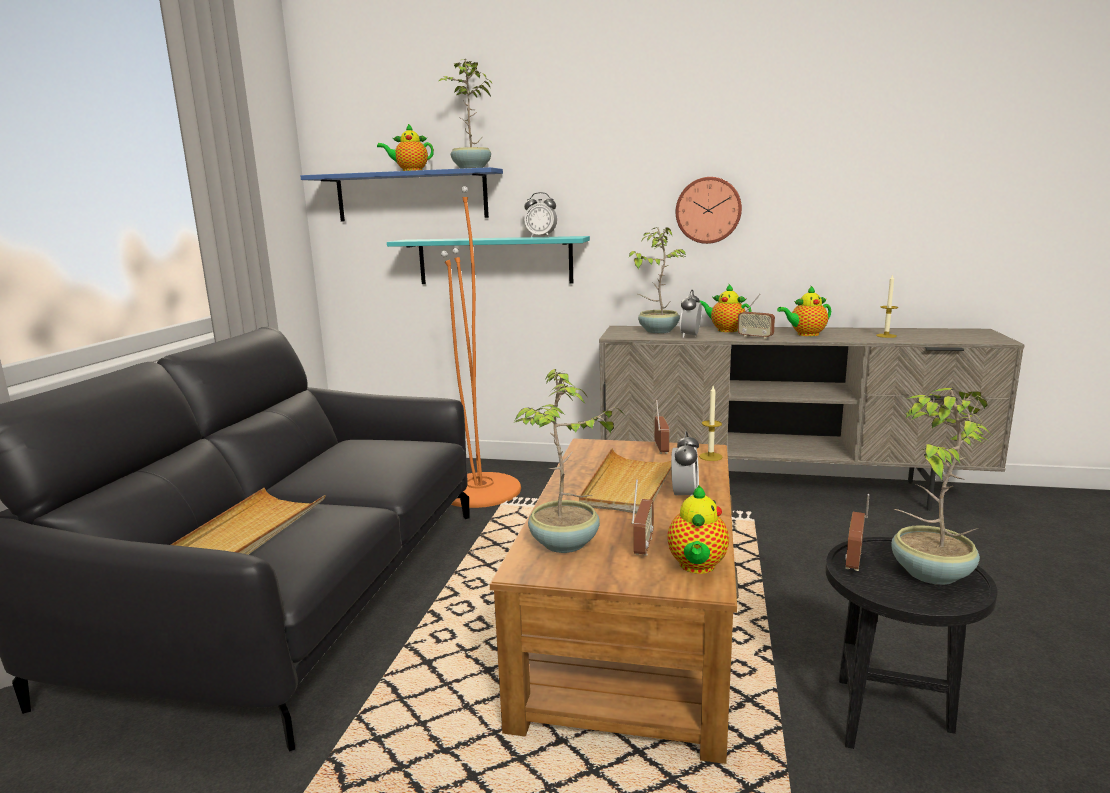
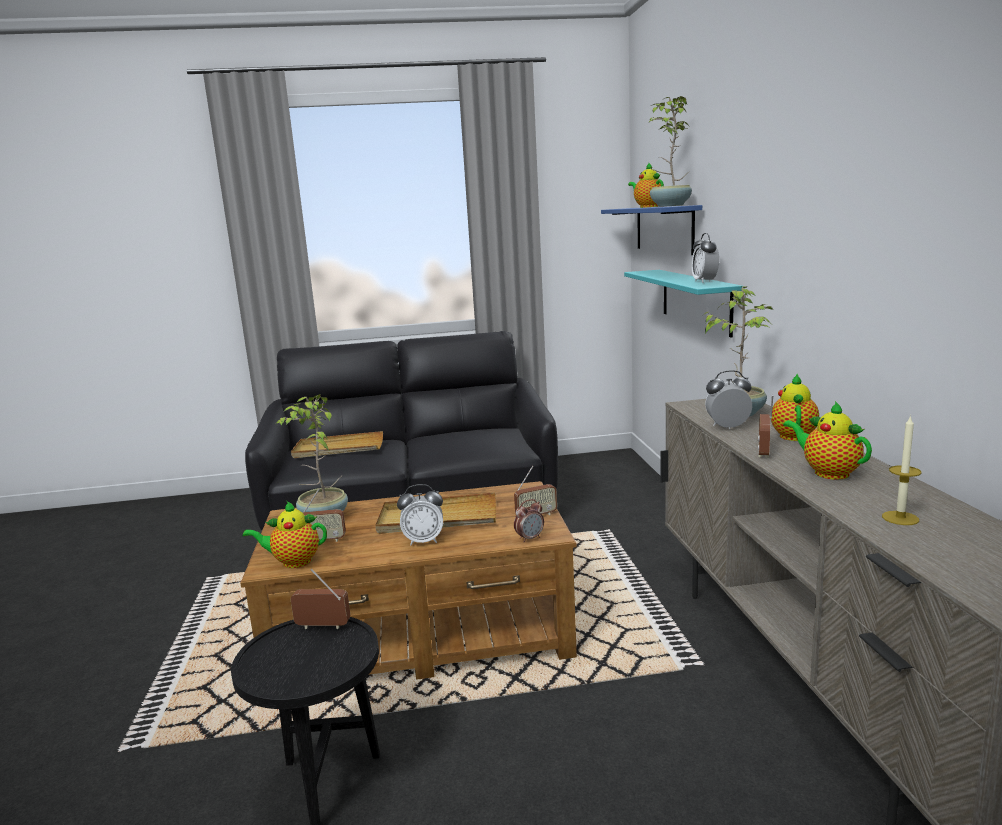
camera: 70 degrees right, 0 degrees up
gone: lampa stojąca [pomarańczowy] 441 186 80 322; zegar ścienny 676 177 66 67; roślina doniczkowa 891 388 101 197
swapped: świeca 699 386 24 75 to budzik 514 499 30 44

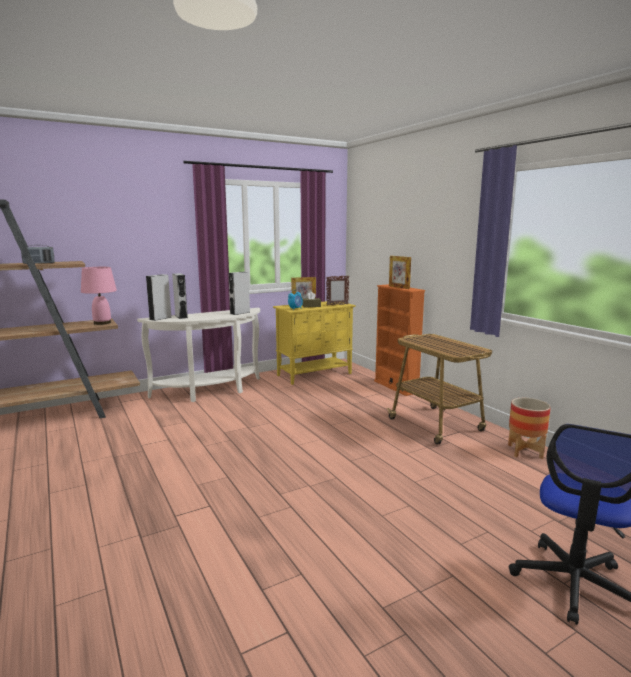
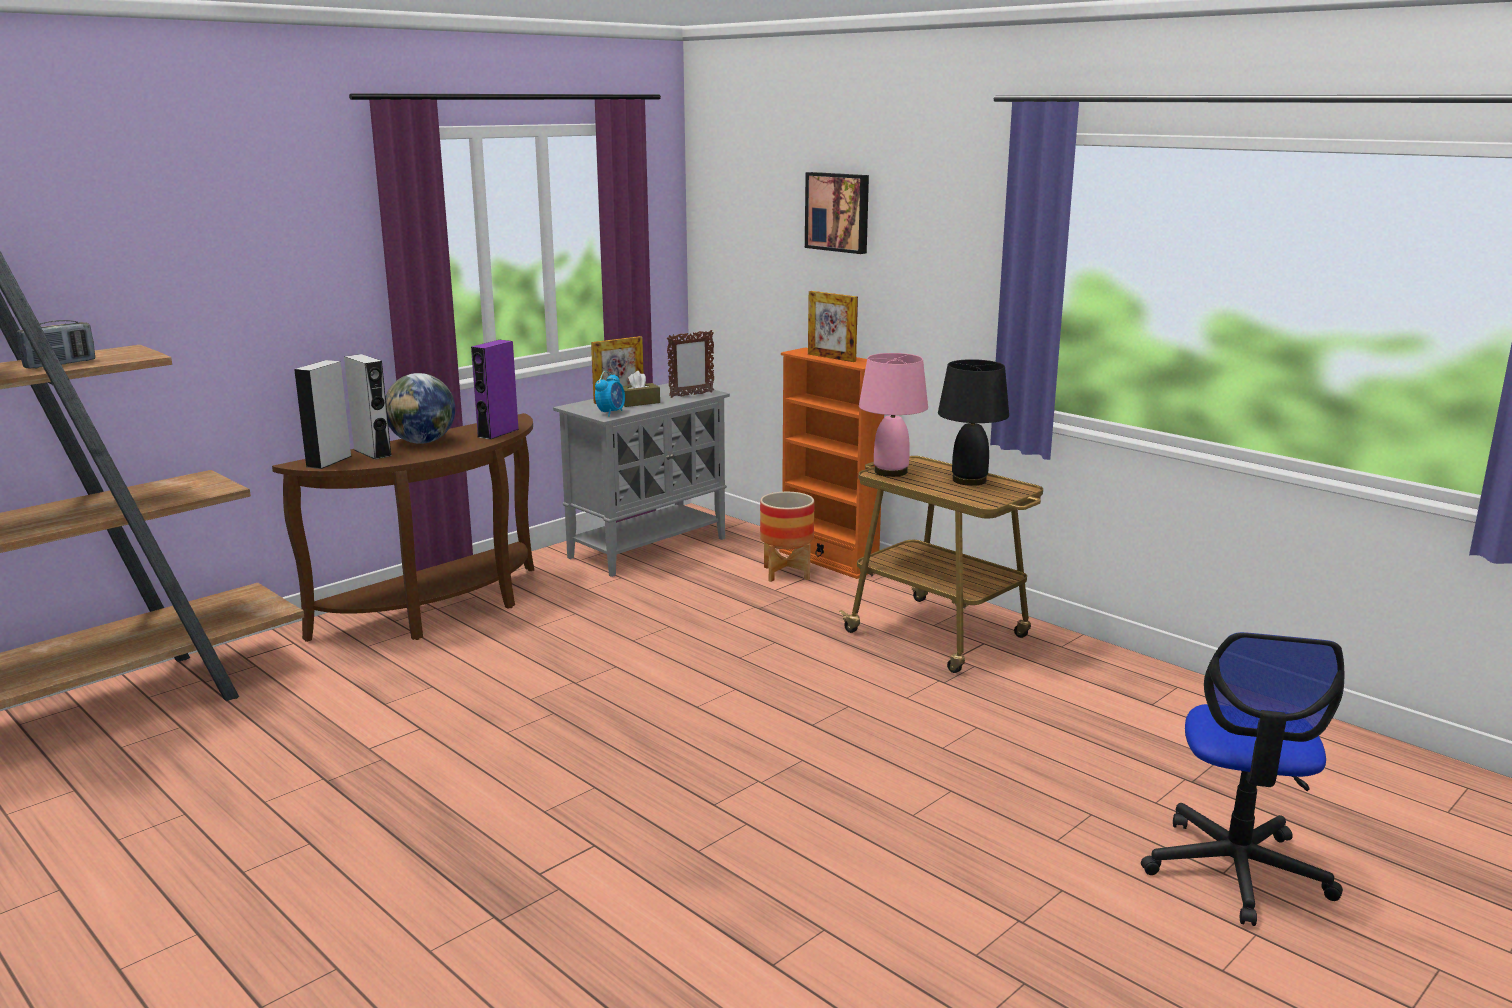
camera: 15 degrees left, 5 degrees up
new: globus 385 373 70 71; obraz 805 172 64 82; lampa stołowa [czarny] 938 359 71 127
shifted: lampa stołowa [różowy] 81 267 36 58 to 859 353 69 124; donica 508 398 43 61 to 760 492 54 90
repainted: stolik konsolowy [biały] 137 308 123 94 to stolik konsolowy [brązowy] 272 413 262 229; głośnik [szary] 228 272 23 43 to głośnik [fioletowy] 471 340 48 100; szafka [żółty] 273 301 83 84 to szafka [szary] 553 383 177 194

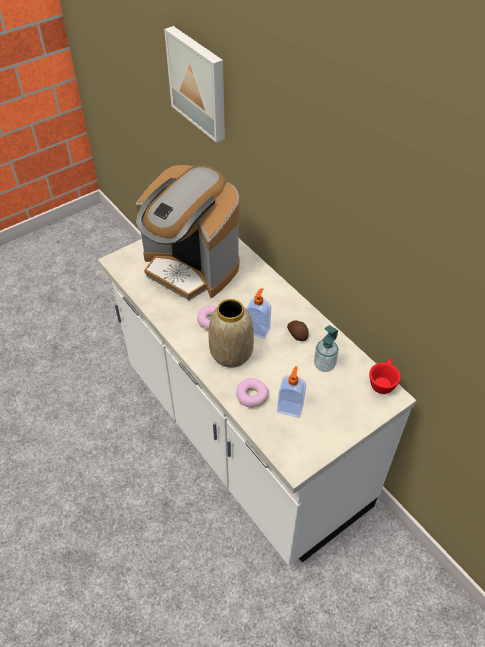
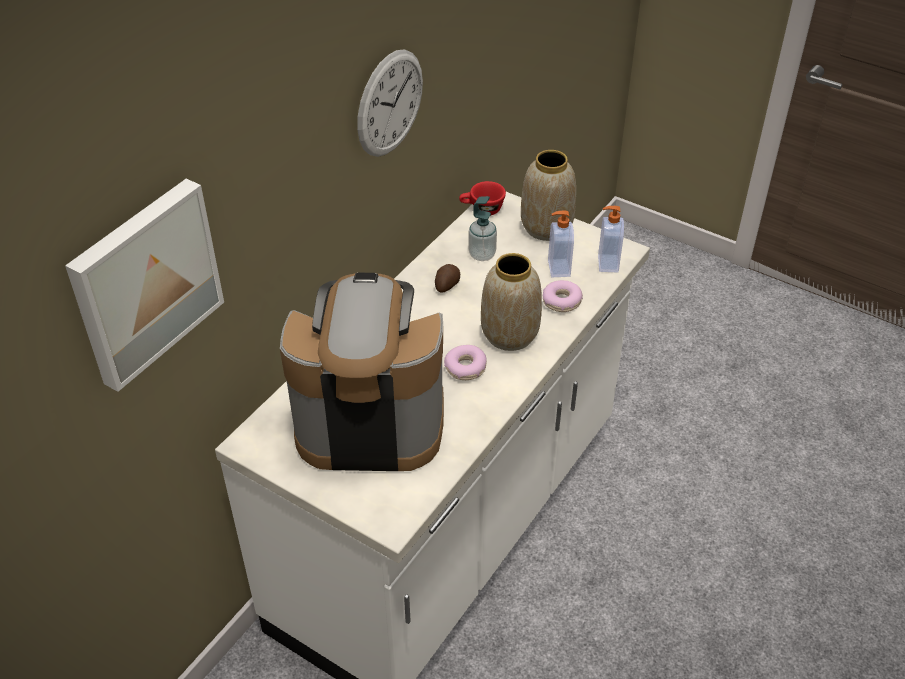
camera: 110 degrees left, 5 degrees down
new: zegar ścienny 357 49 66 108; wazon 521 150 55 91
shifted: dozownik mydła 246 288 25 51 to 598 206 26 67
rotated: ekspres do kawy 136 165 103 135 = 280 273 164 198 105 degrees counterclockwise

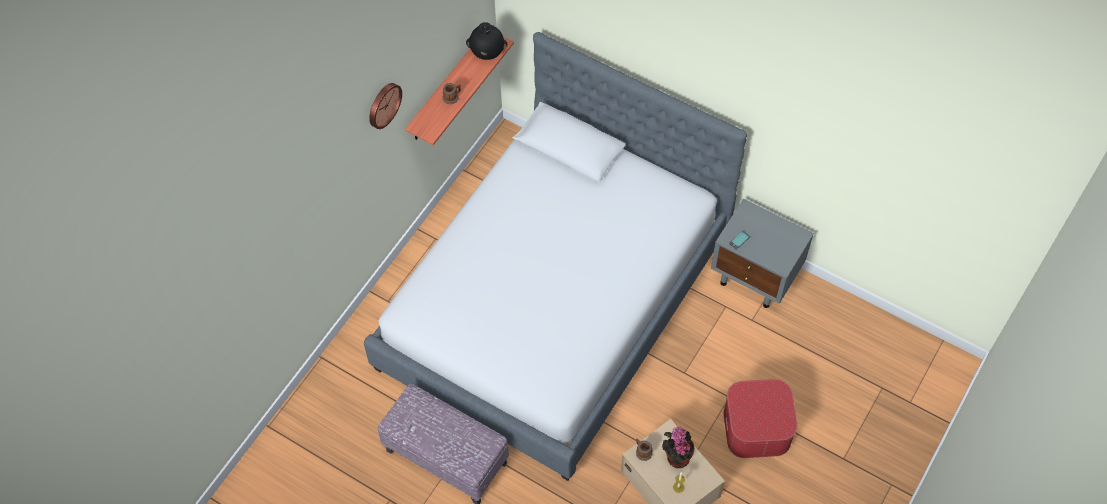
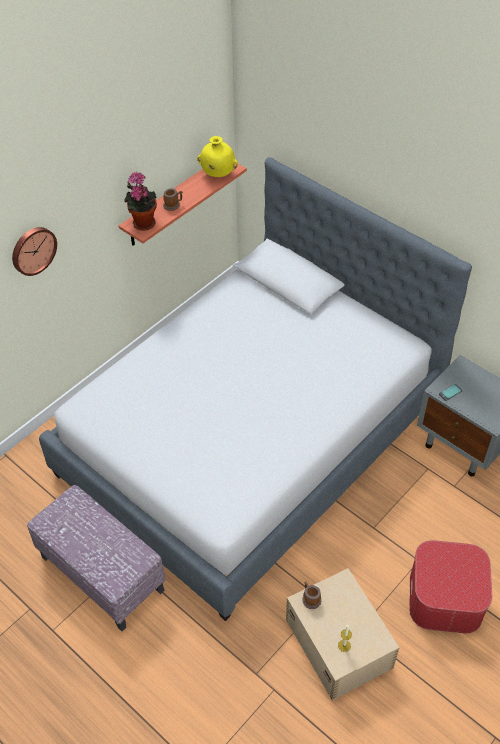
camera: 10 degrees right, 10 degrees down
shifted: zegar ścienny 369 83 33 46 to 12 227 45 49; roślina doniczkowa 662 427 33 41 to 124 172 33 59
repainted: wazon [czarny] 466 22 41 38 to wazon [żółty] 197 136 41 41

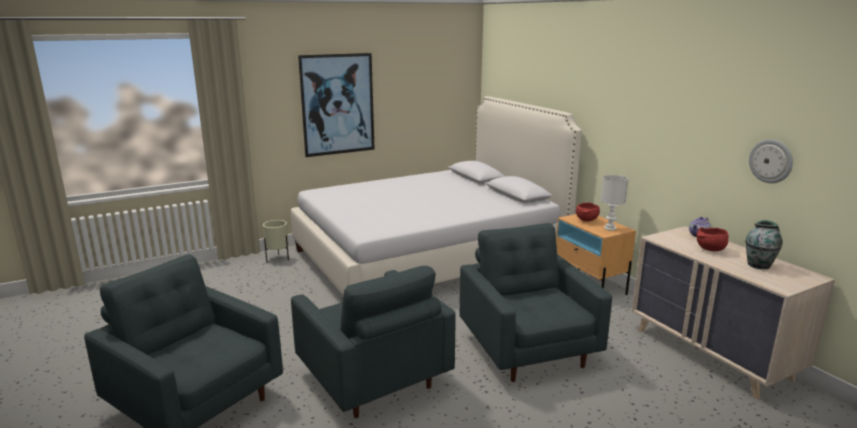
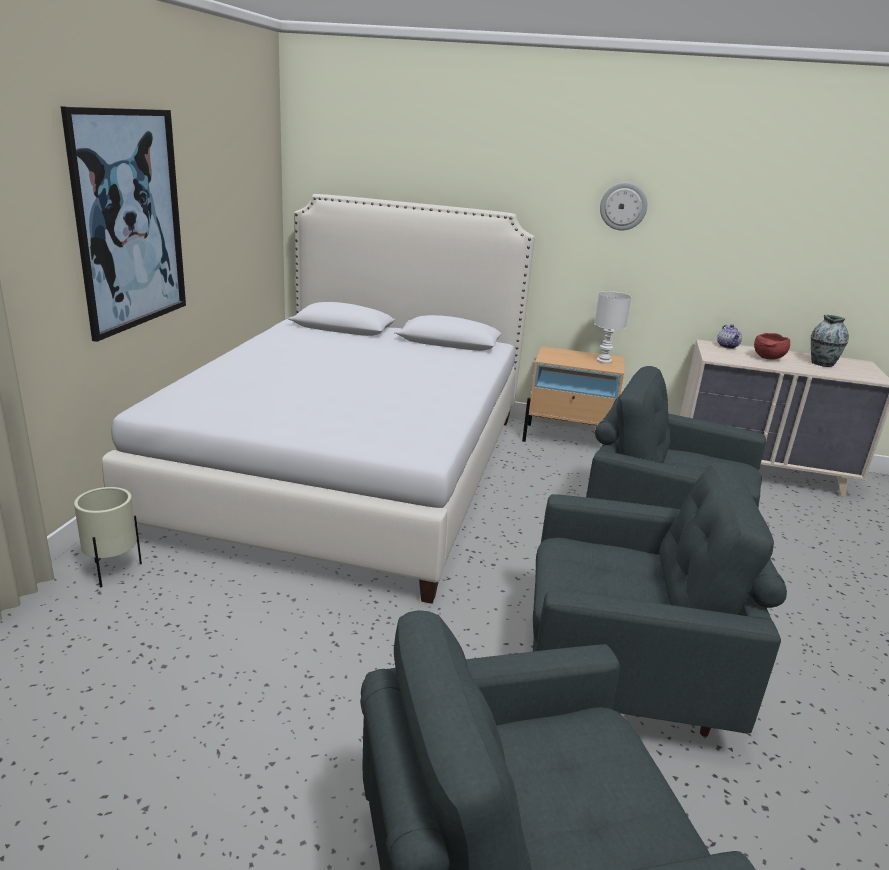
camera: 50 degrees left, 5 degrees up
gone: miska [czerwony] 576 202 24 20
shifted: zegar ścienny 749 139 44 44 to 600 182 47 48

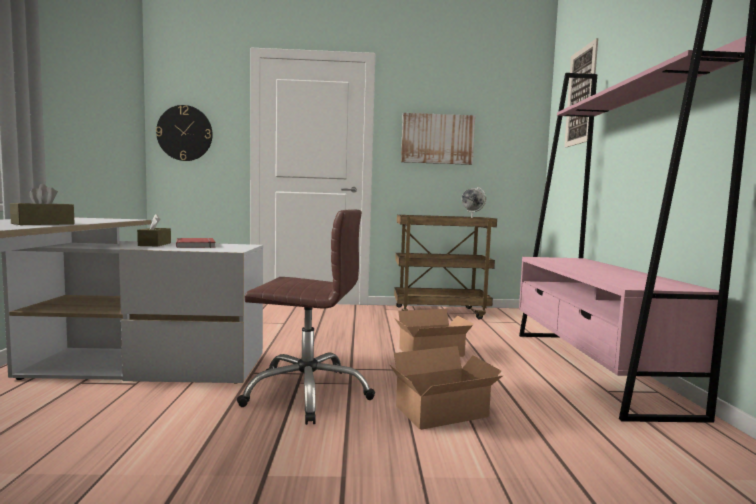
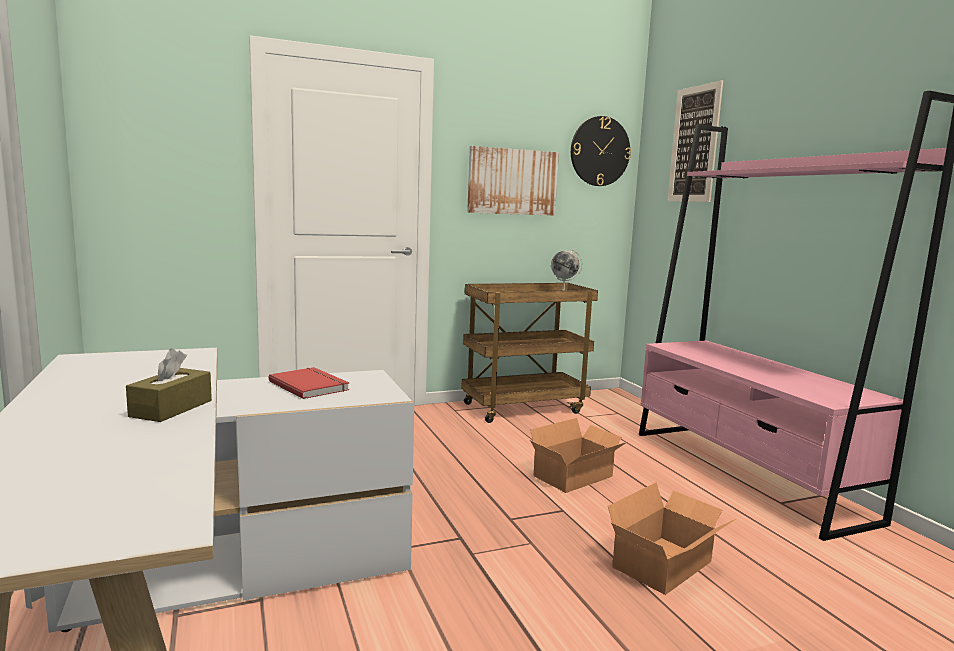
camera: 20 degrees left, 5 degrees up
gone: pudełko chusteczek [brązowy] 137 214 34 32; krzesło biurowe [brązowy] 237 209 138 216
shifted: zegar ścienny 156 105 57 56 to 571 116 60 70

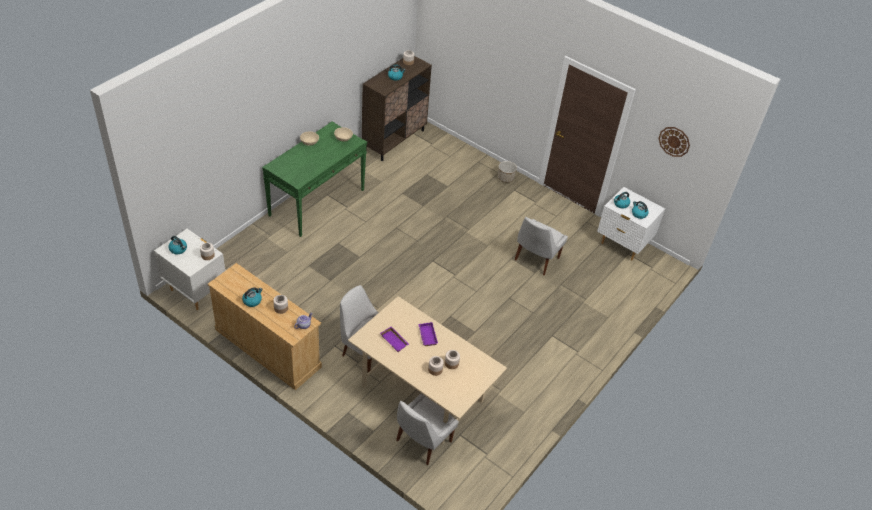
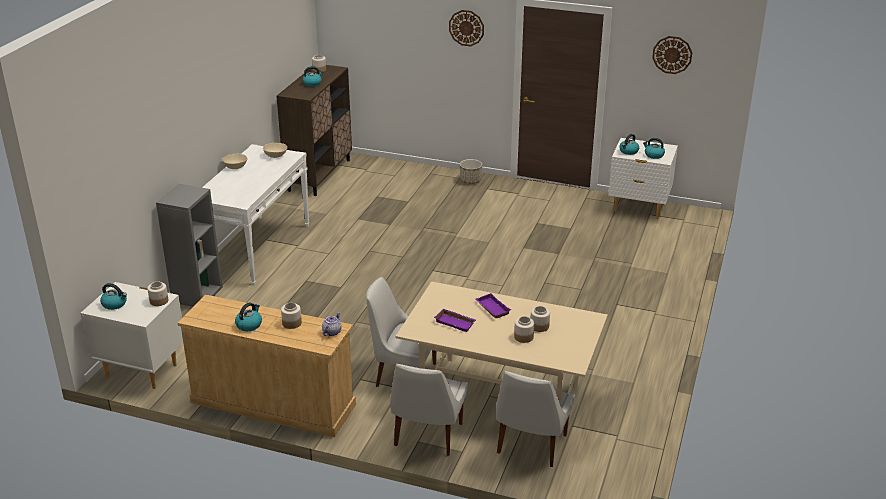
camera: 15 degrees left, 15 degrees down
new: regał [szary] 156 184 67 123; zegar ścienny 449 10 35 36
shifted: krzesło [biały] 515 217 53 58 to 390 364 78 92
repainted: stolik konsolowy [zielony] 262 121 105 116 to stolik konsolowy [biały] 202 144 107 142

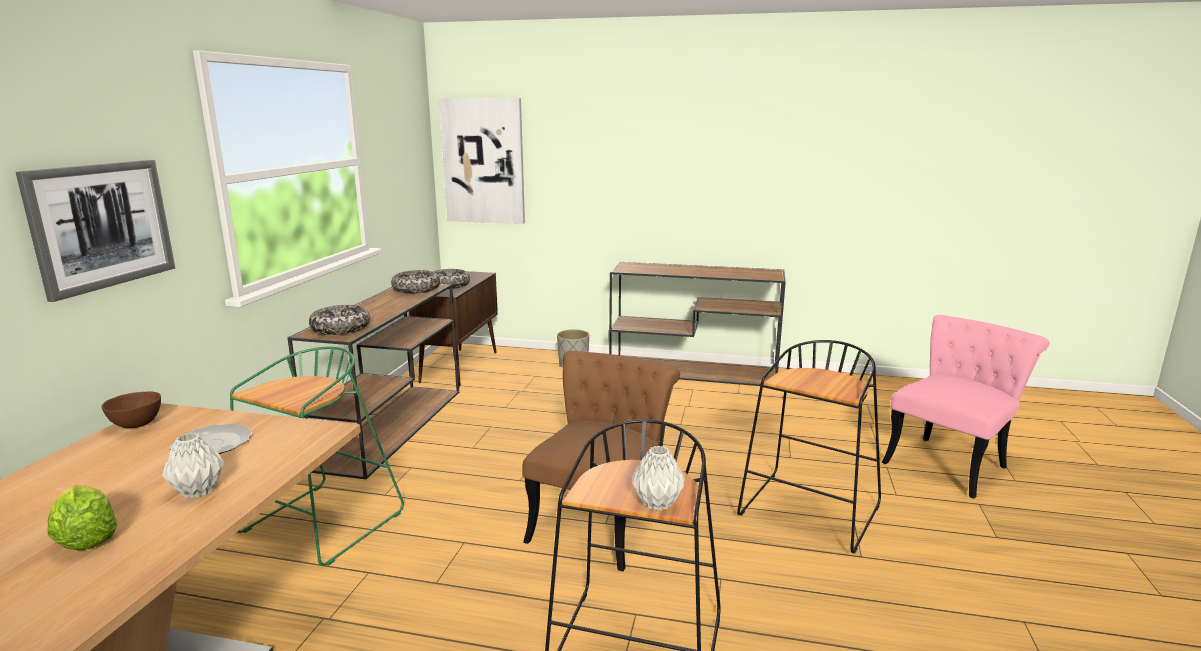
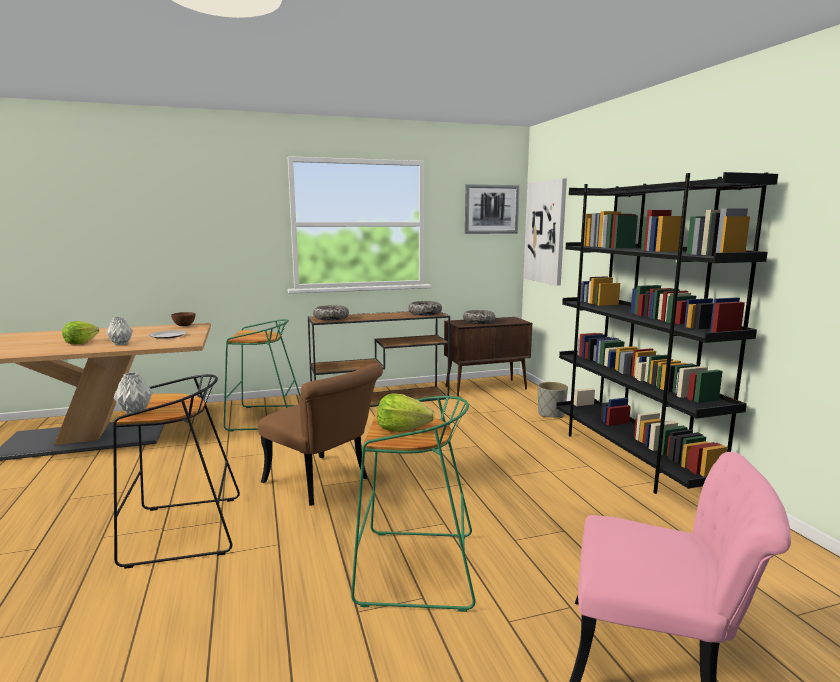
camera: 60 degrees right, 5 degrees down
new: sałata 377 393 58 39
shifted: obraz 16 160 159 142 to 465 184 55 50
swapped: stolik konsolowy [brązowy] 609 262 177 124 to regał [czarny] 556 172 222 322
repainted: stołek [czarny] 737 340 144 213 to stołek [zielony] 351 396 125 216
rotated: krzesło [brązowy] 522 351 158 220 = 258 363 125 143 45 degrees clockwise

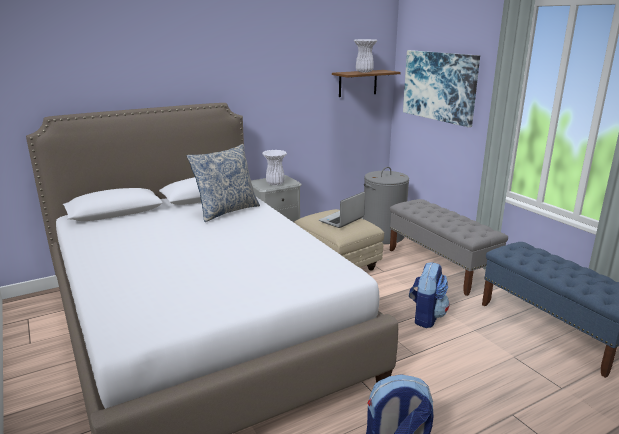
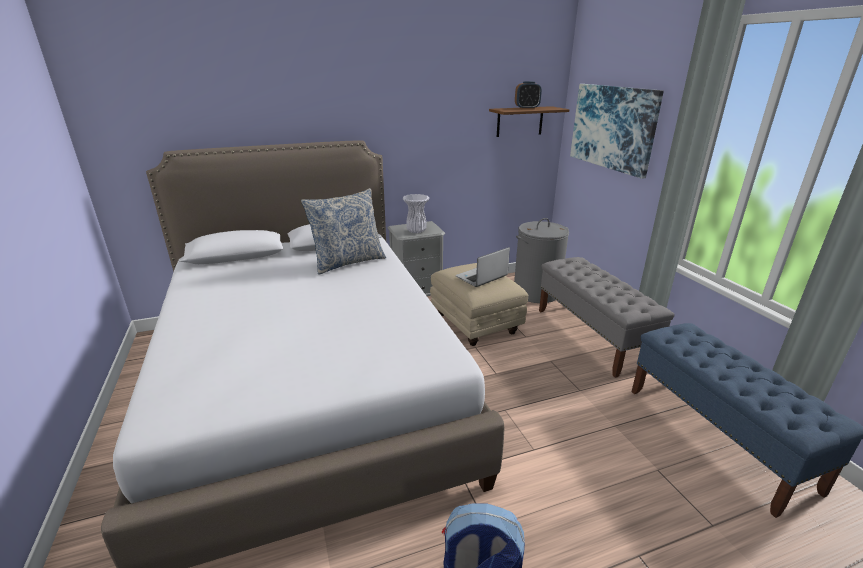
camera: 10 degrees right, 5 degrees up
gone: plecak 409 262 40 66
swapped: wazon [biały] 354 39 23 34 to budzik 515 81 27 28

